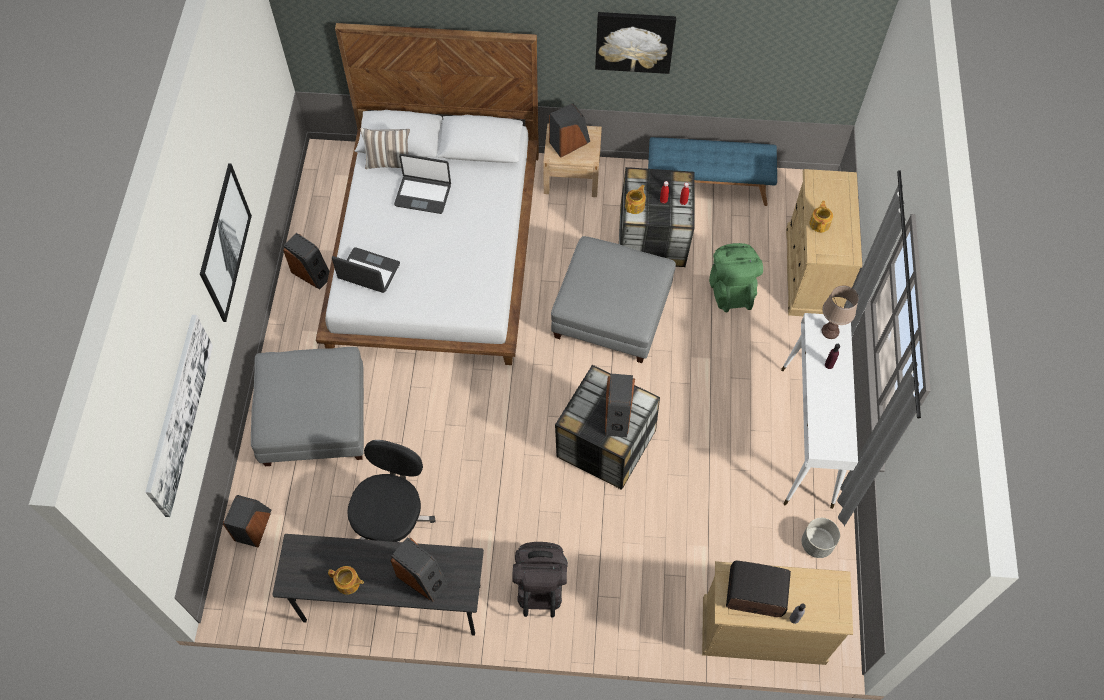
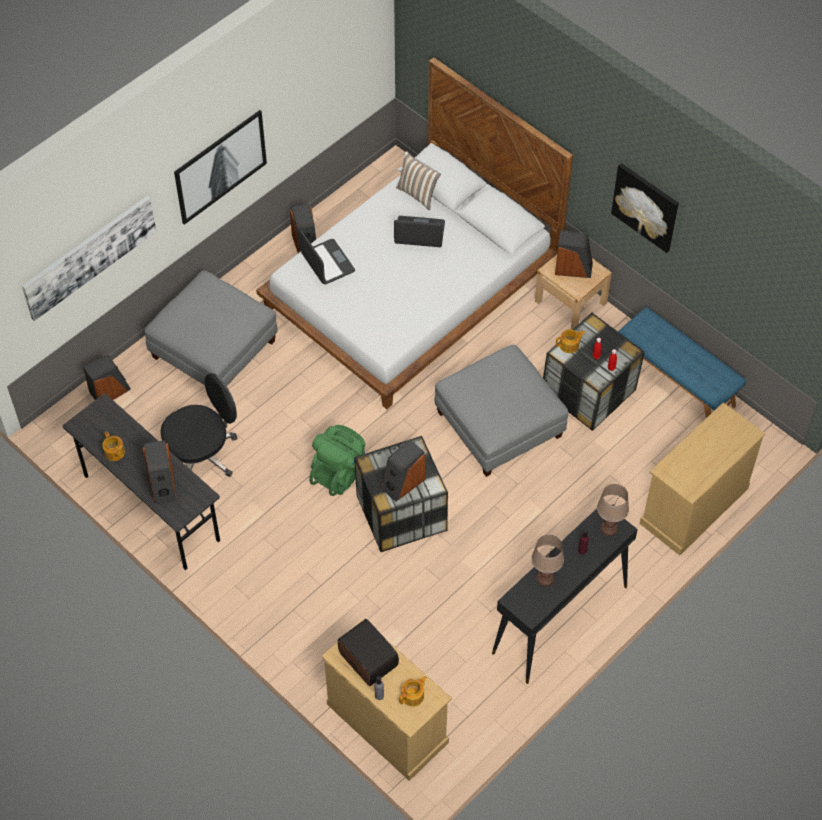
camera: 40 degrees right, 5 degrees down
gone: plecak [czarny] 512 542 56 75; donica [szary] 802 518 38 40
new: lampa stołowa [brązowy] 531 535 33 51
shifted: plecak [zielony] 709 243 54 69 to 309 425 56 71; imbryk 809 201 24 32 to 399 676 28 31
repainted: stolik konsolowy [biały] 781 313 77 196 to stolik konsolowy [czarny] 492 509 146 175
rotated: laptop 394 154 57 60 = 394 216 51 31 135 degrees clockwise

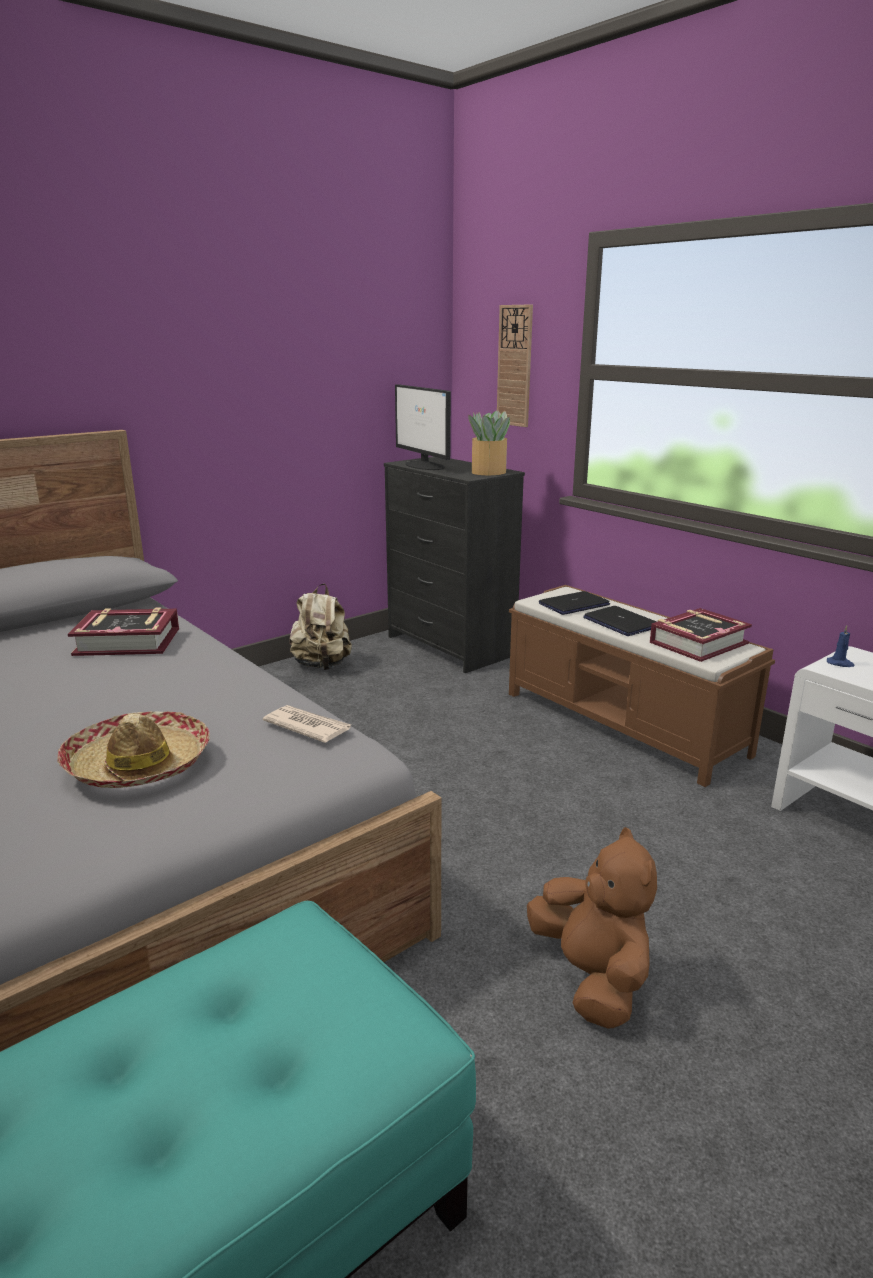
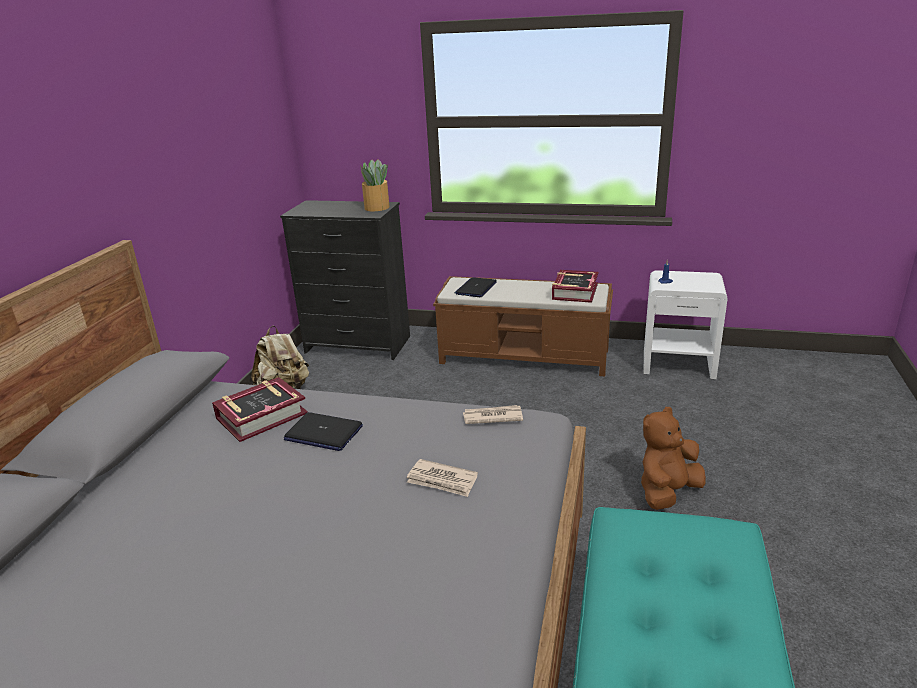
camera: 35 degrees left, 5 degrees up
gone: monitor 395 384 56 86; zegar ścienny 497 304 36 123
shifted: laptop 583 606 73 30 to 284 412 79 39
swapped: kapelusz 57 711 153 77 to gazeta 407 459 71 38
rotated: pluszak [brązowy] 527 827 130 201 = 641 407 65 103 75 degrees counterclockwise

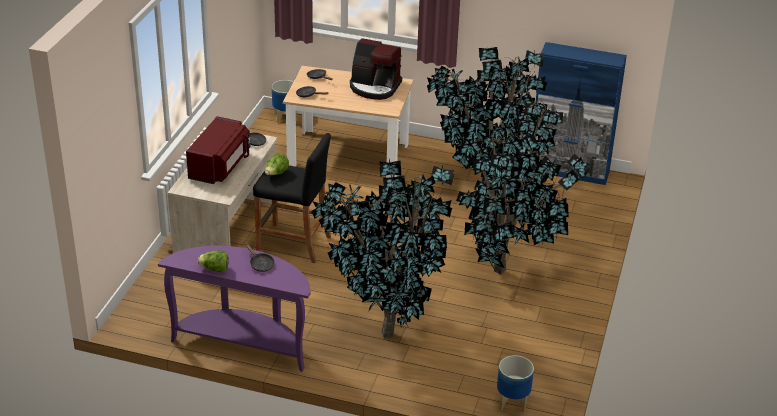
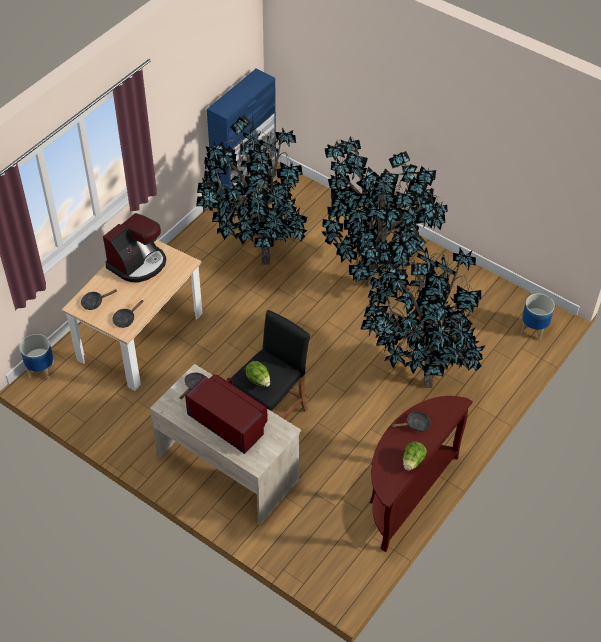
camera: 70 degrees left, 15 degrees up
repainted: stolik konsolowy [fioletowy] 158 246 152 126 to stolik konsolowy [brązowy] 370 396 103 156

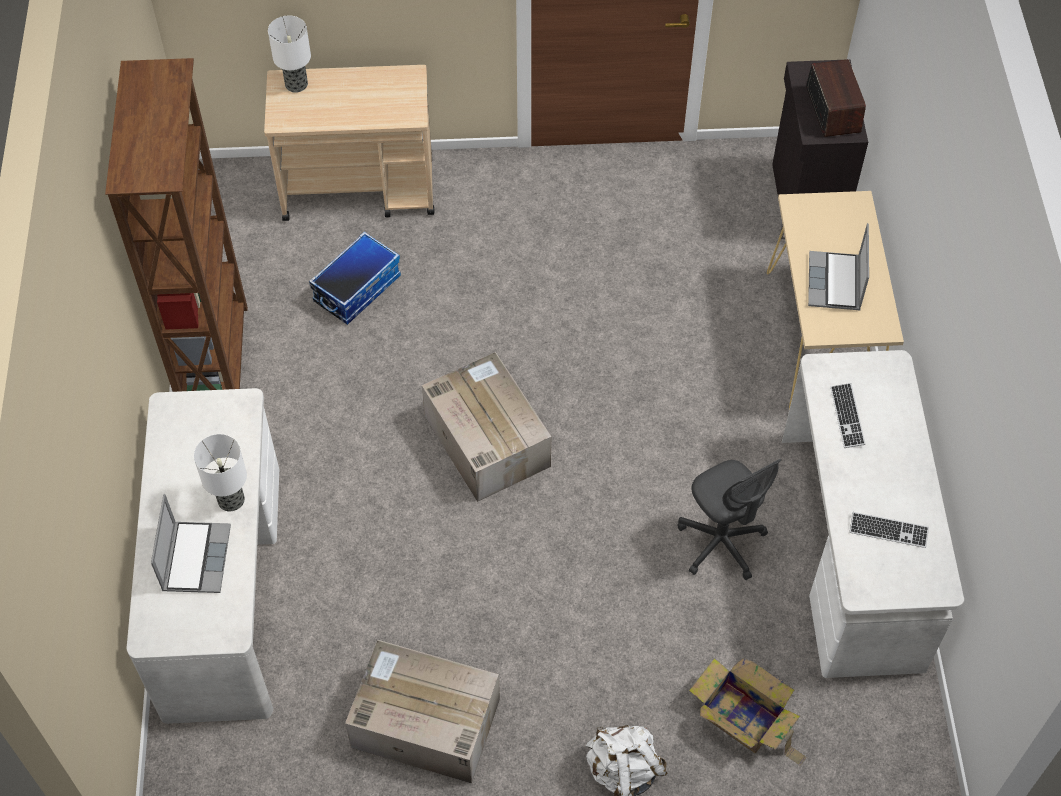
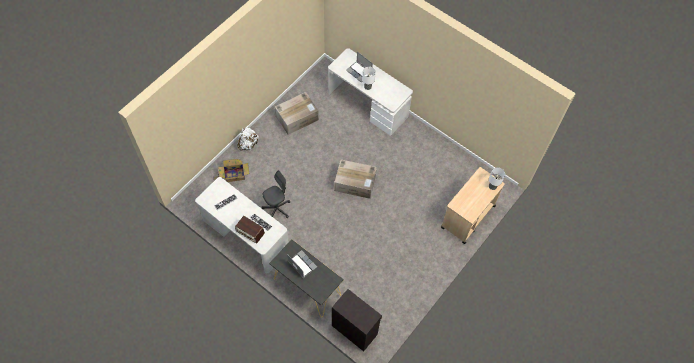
camera: 130 degrees right, 5 degrees up
gone: regał [brązowy] 105 58 143 334; pojemnik do przechowywania 309 231 92 94
shifted: radio 806 59 60 78 to 235 216 30 28
repainted: stolik konsolowy [beżowy] 767 191 137 218 to stolik konsolowy [czarny] 269 239 75 79
rotated: krzesło biurowe [szary] 677 459 105 121 = 262 170 28 48 135 degrees clockwise

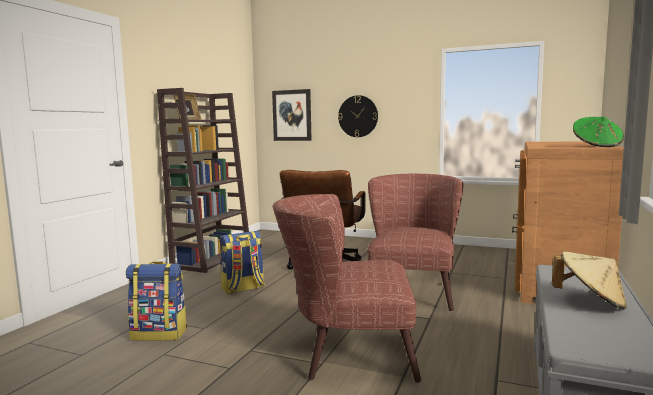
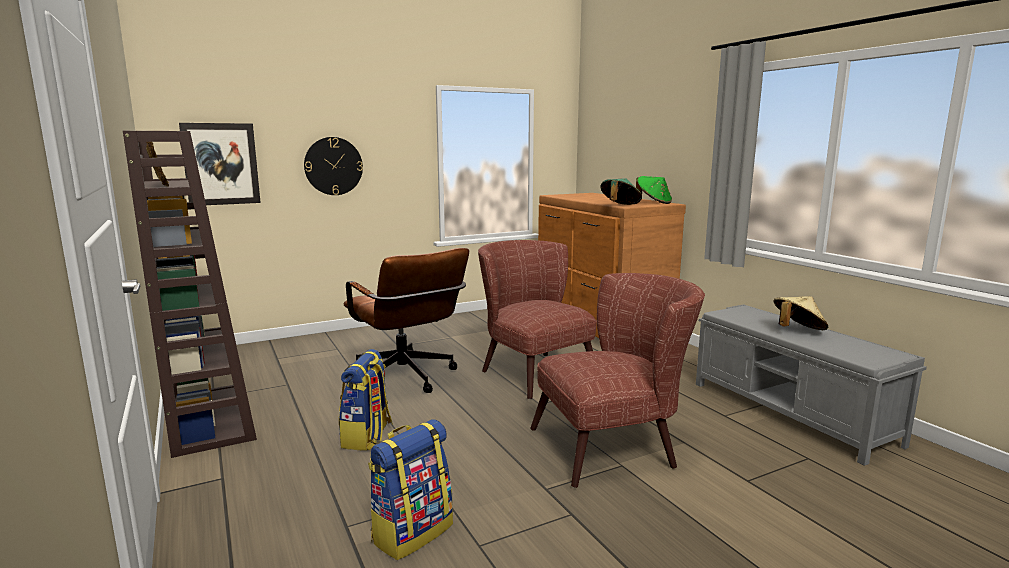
camera: 50 degrees left, 5 degrees up
new: kapelusz [zielony] 601 178 41 27
rotated: fotel [brązowy] 272 194 149 189 = 530 273 175 215 150 degrees counterclockwise

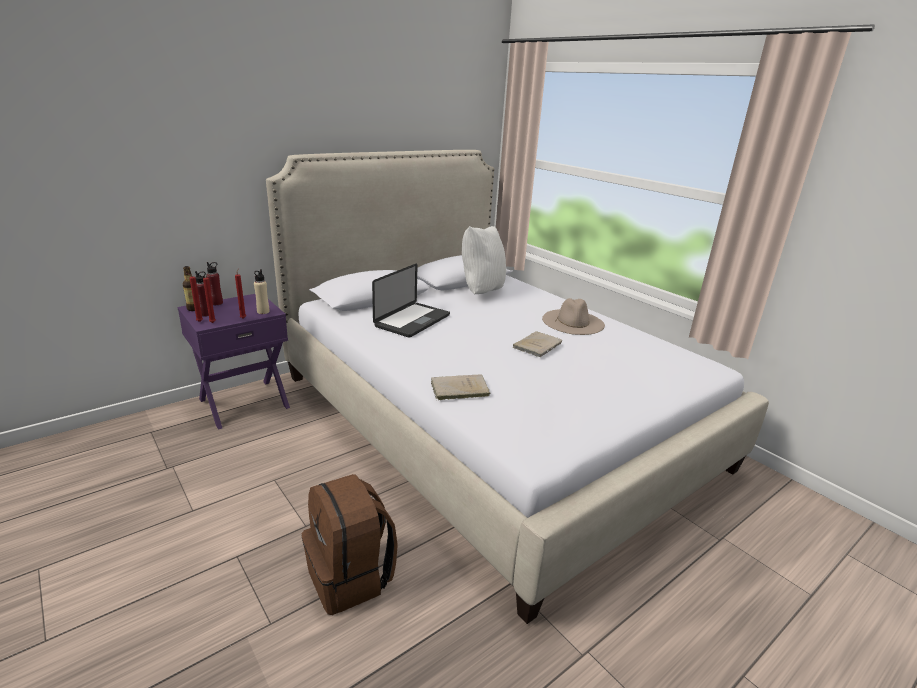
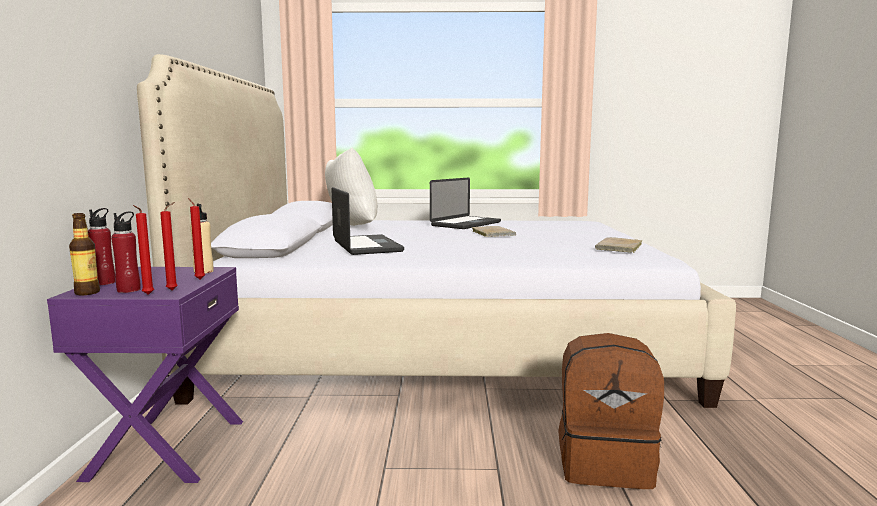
camera: 50 degrees left, 15 degrees down
shifted: książka [beżowy] 431 375 59 26 to 595 237 47 16
swapped: kapelusz [beżowy] 542 298 63 37 to laptop 430 178 71 51

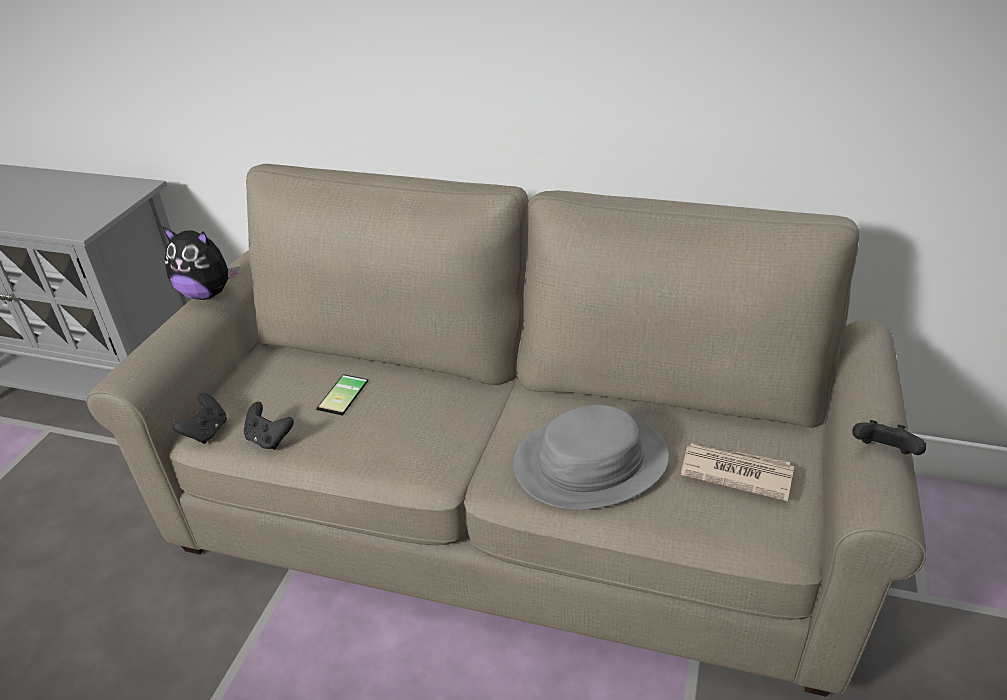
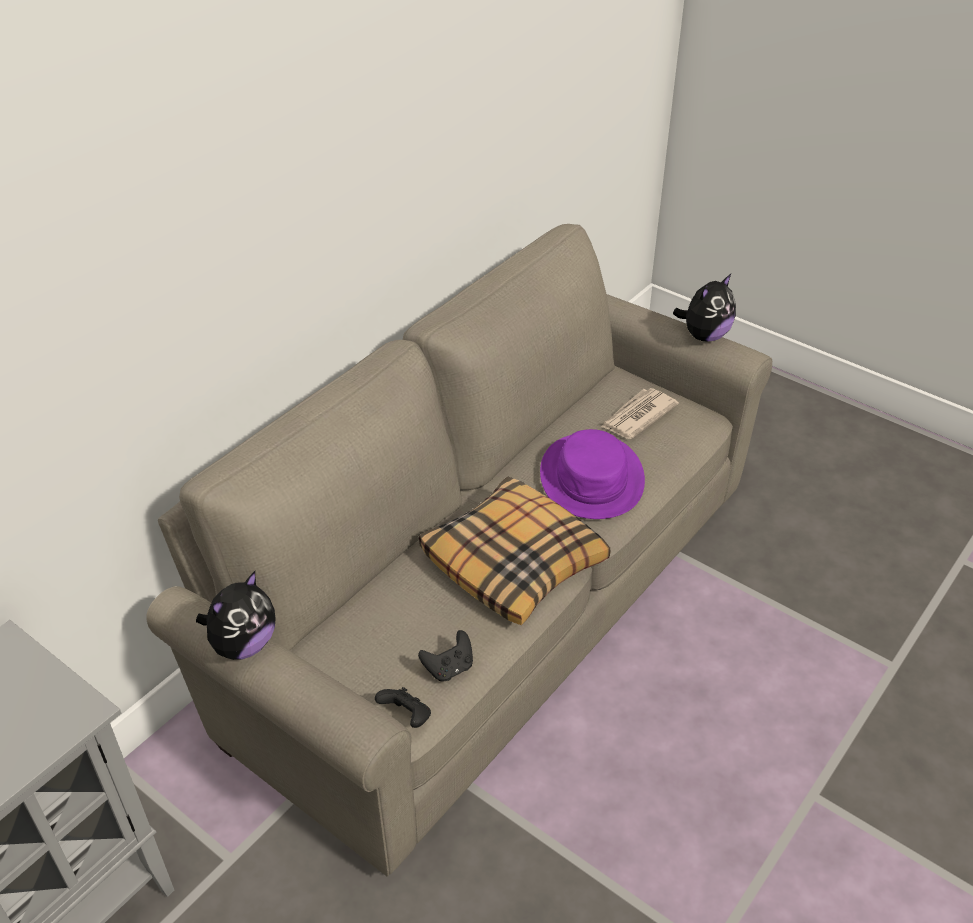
camera: 70 degrees left, 5 degrees up
gone: telefon 316 374 52 42
new: poduszka 419 476 191 149
swapped: pad do gier [czarny] 852 420 75 35 to pluszak 673 274 63 68
repainted: kapelusz [szary] 513 405 156 105 to kapelusz [fioletowy] 540 429 105 90

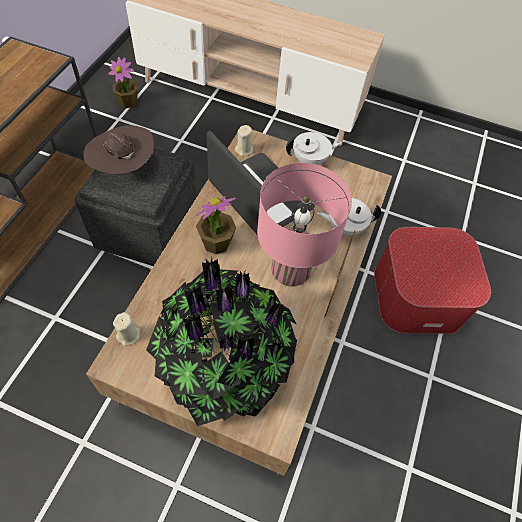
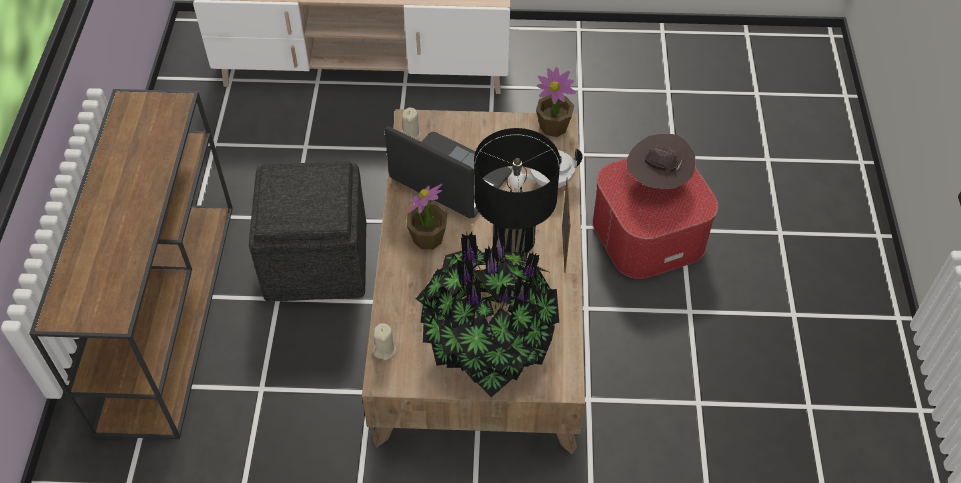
camera: 15 degrees left, 5 degrees down
gone: imbryk [biały] 286 132 56 33
shifted: kapelusz [brązowy] 84 125 70 49 to 627 134 68 55; roślina doniczkowa 108 57 30 51 to 536 67 40 70
repainted: lampa stołowa [różowy] 257 163 95 124 to lampa stołowa [czarny] 474 128 86 127

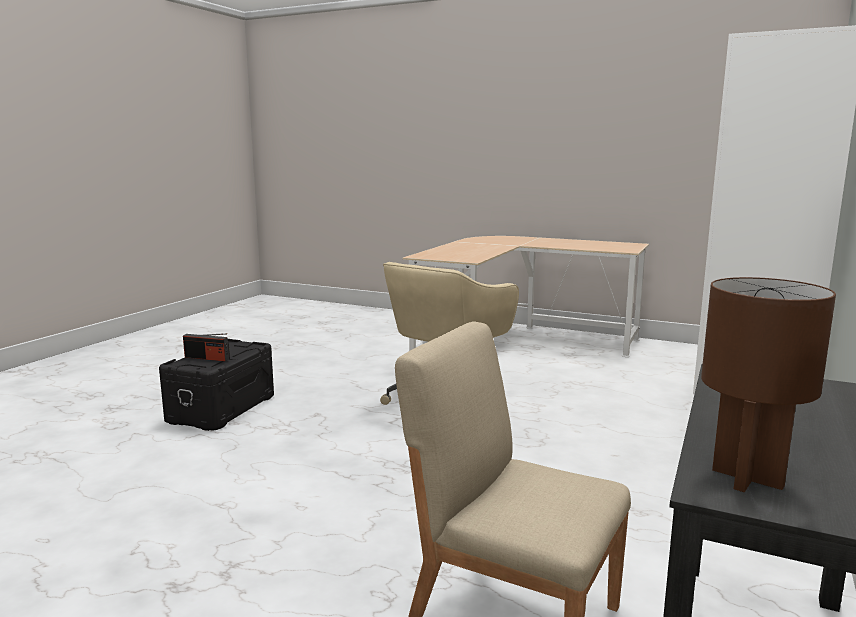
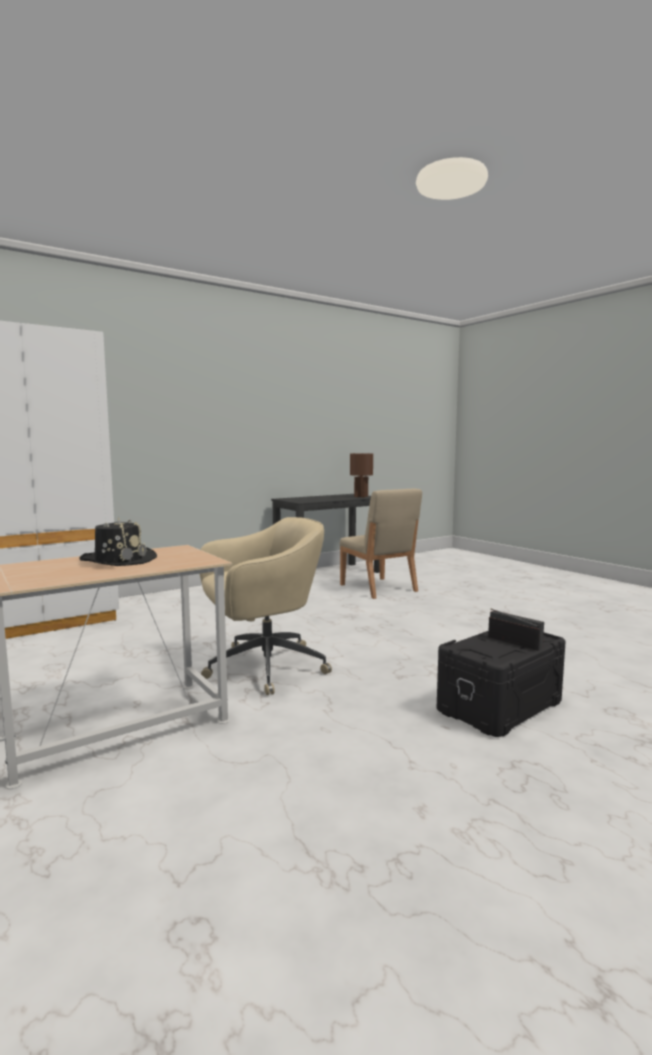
camera: 150 degrees left, 5 degrees down
new: kapelusz [czarny] 79 517 78 49

